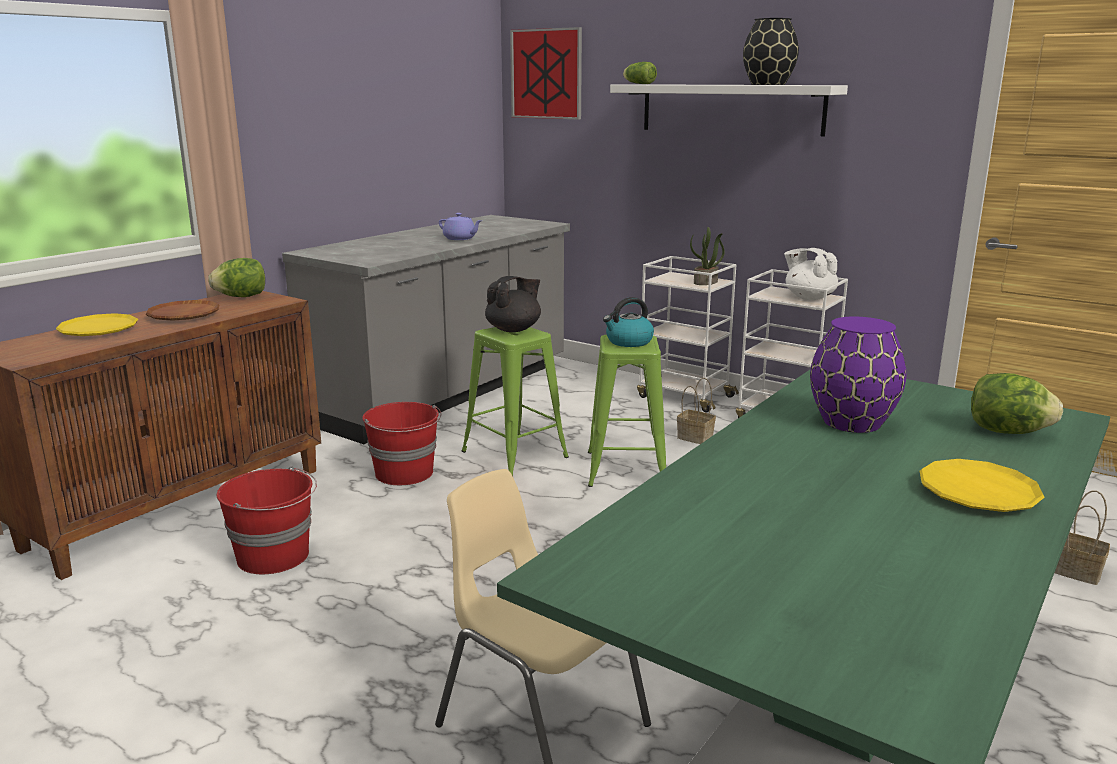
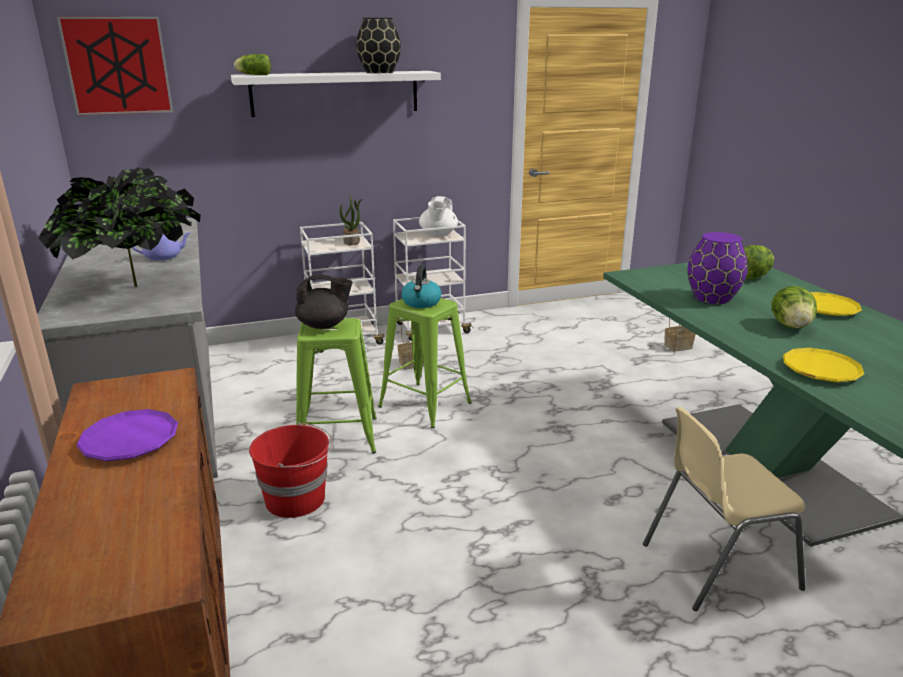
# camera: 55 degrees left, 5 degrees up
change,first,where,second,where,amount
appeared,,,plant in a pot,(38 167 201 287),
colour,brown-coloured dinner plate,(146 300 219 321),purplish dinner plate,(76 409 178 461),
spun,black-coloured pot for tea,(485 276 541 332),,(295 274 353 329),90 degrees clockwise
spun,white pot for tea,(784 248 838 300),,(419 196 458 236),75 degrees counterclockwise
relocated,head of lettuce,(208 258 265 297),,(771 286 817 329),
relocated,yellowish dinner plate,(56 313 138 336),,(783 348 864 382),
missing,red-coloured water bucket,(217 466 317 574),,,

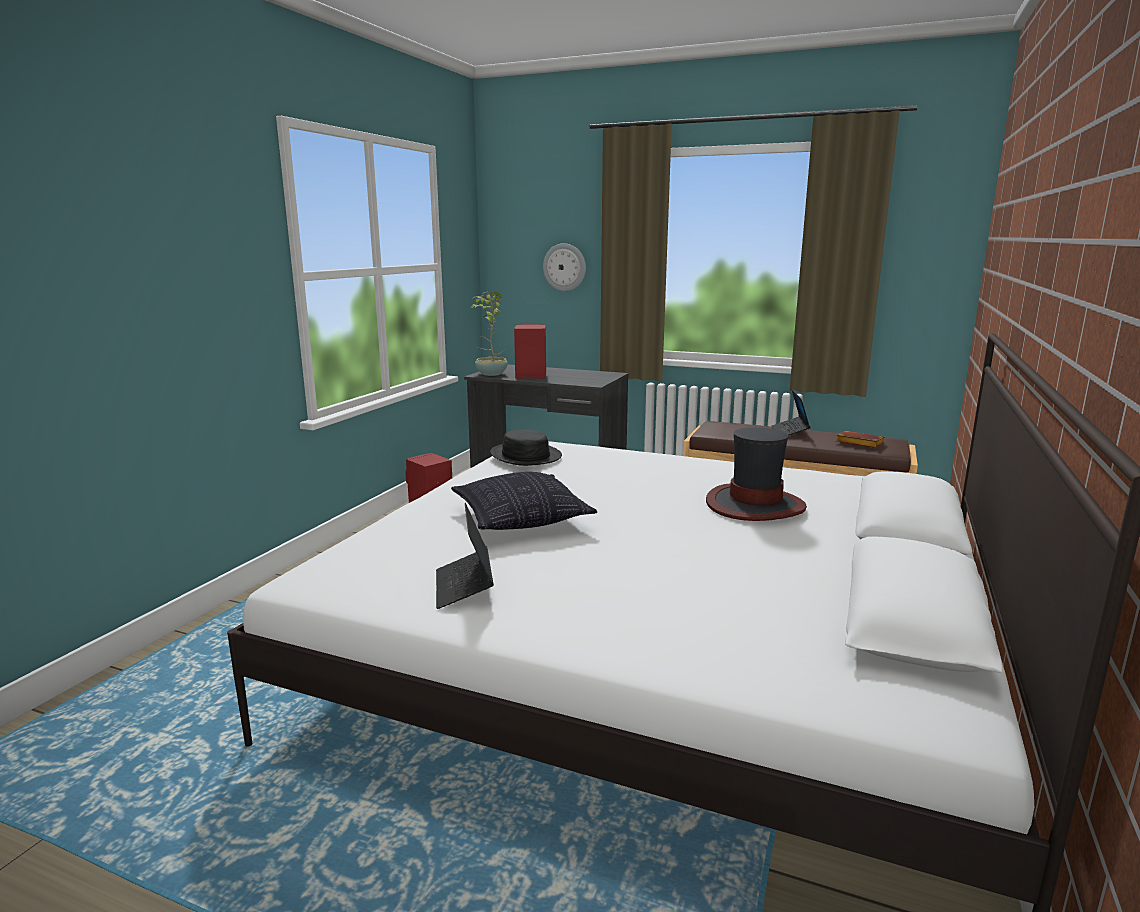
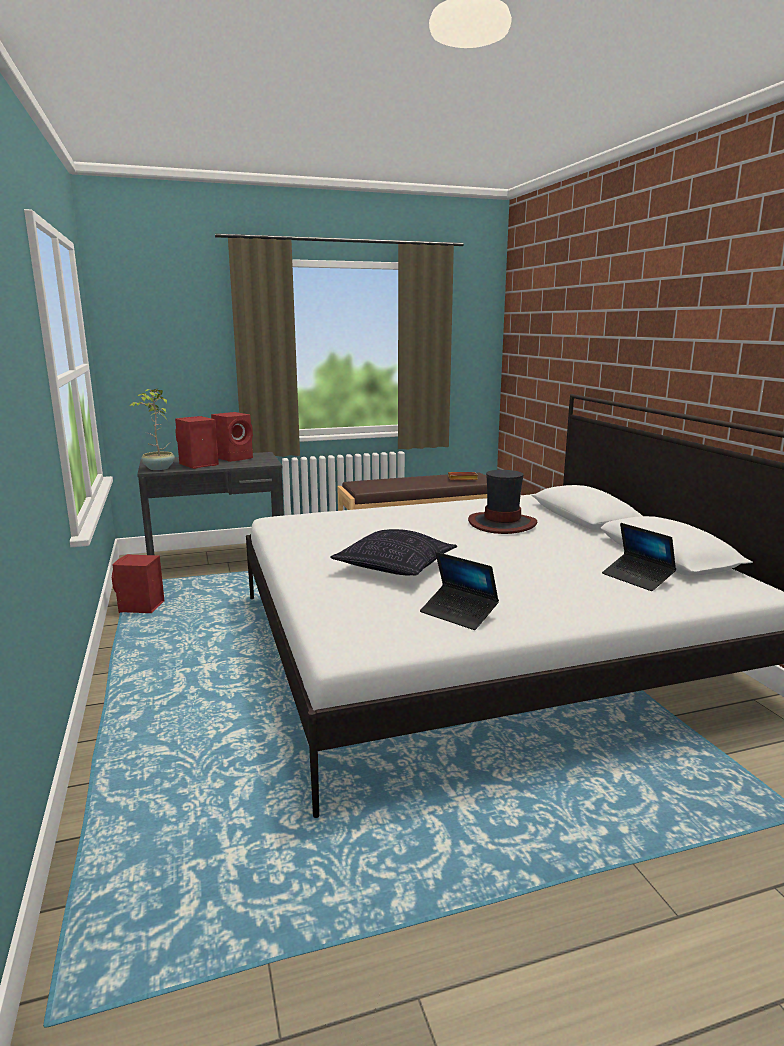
# camera: 40 degrees left, 0 degrees up
change,first,where,second,where,amount
appeared,,,red-coloured audio speaker,(211 412 253 462),
relocated,notebook computer,(772 390 810 436),,(602 523 676 591),
missing,black-coloured hat,(490 429 562 466),,,
missing,wall clock,(543 243 586 291),,,

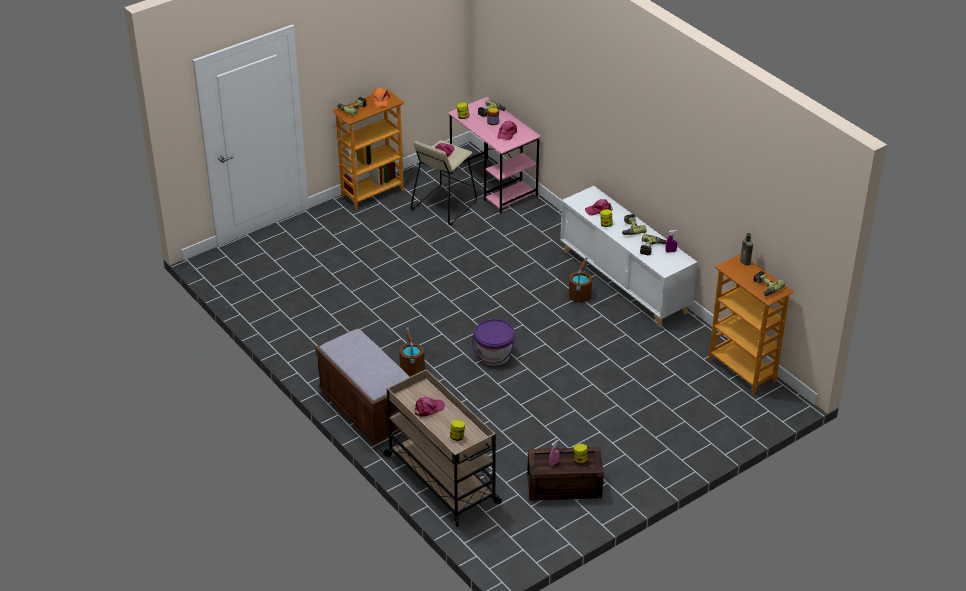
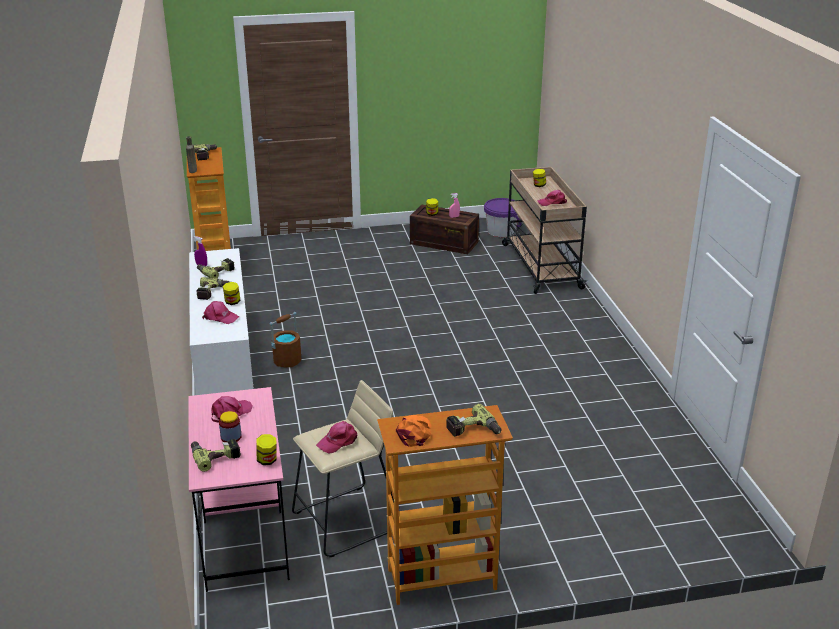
# camera: 155 degrees left, 10 degrees down
change,first,where,second,where,amount
relocated,purplish water bucket,(472 319 515 365),,(484 198 522 237),
missing,brown-coloured indoor bench,(315 328 409 444),,,
missing,brown-coloured water bucket,(400 327 425 376),,,

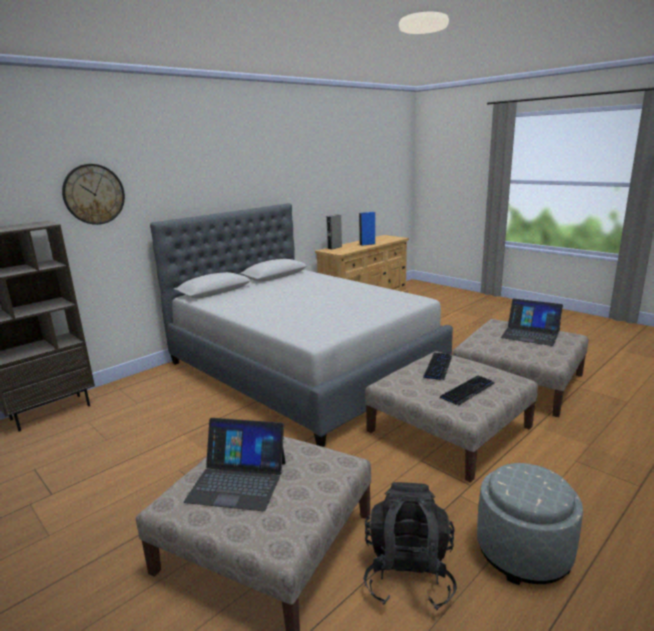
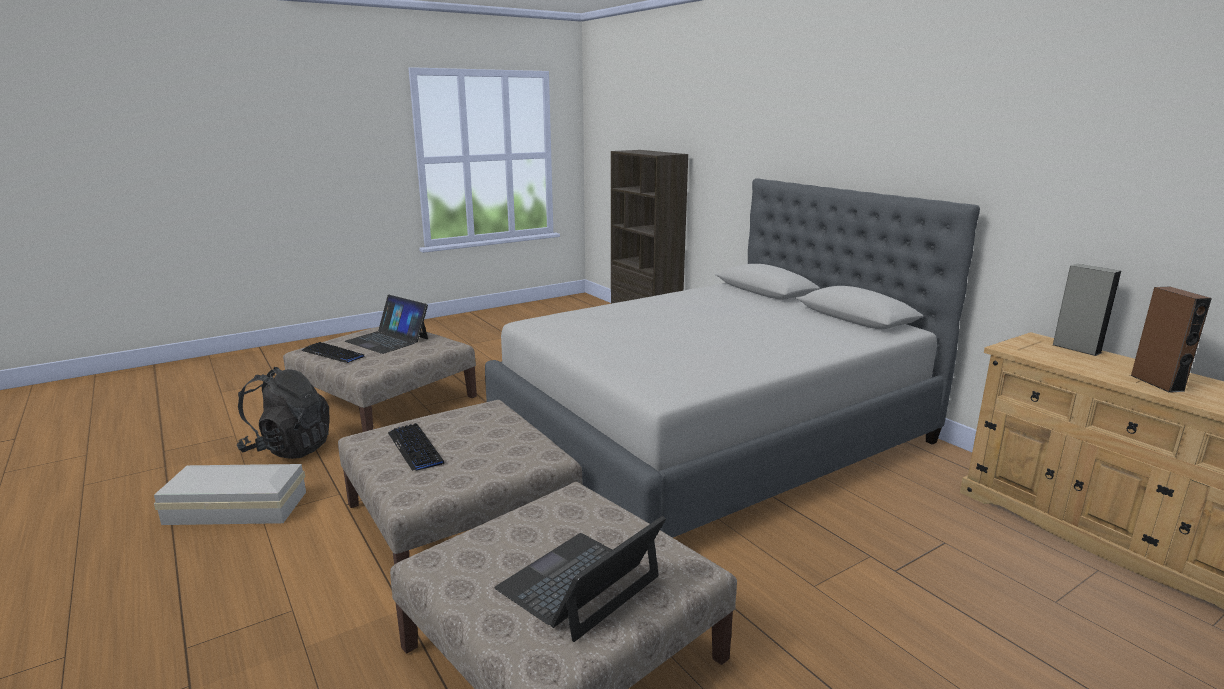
# camera: 100 degrees right, 0 degrees up
change,first,where,second,where,amount
exchanged,gray footrest,(477 463 583 585),white storage box,(154 464 306 525),
relocated,keyboard,(423 353 452 380),,(301 342 365 363),
spun,notebook computer,(184 418 286 511),,(345 295 428 354),75 degrees counterclockwise
colour,bluish audio speaker,(359 212 375 246),brown-coloured audio speaker,(1130 286 1212 393),
missing,wall clock,(62 164 125 225),,,

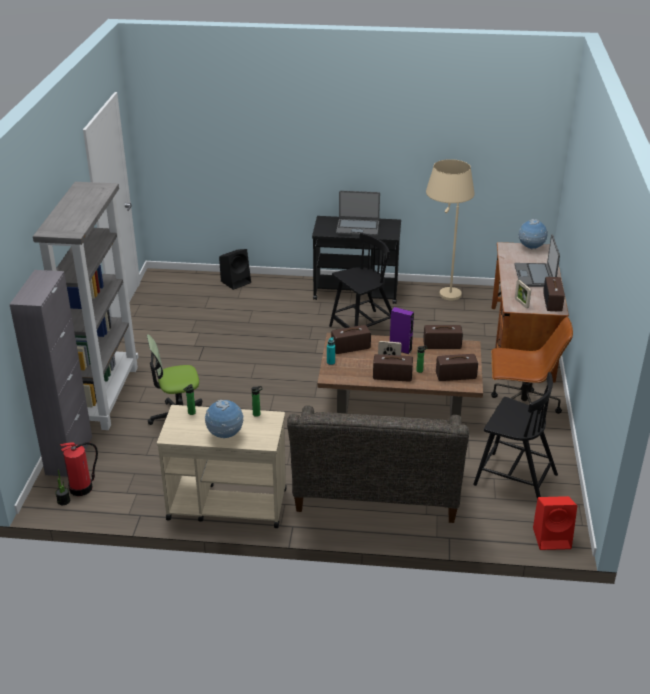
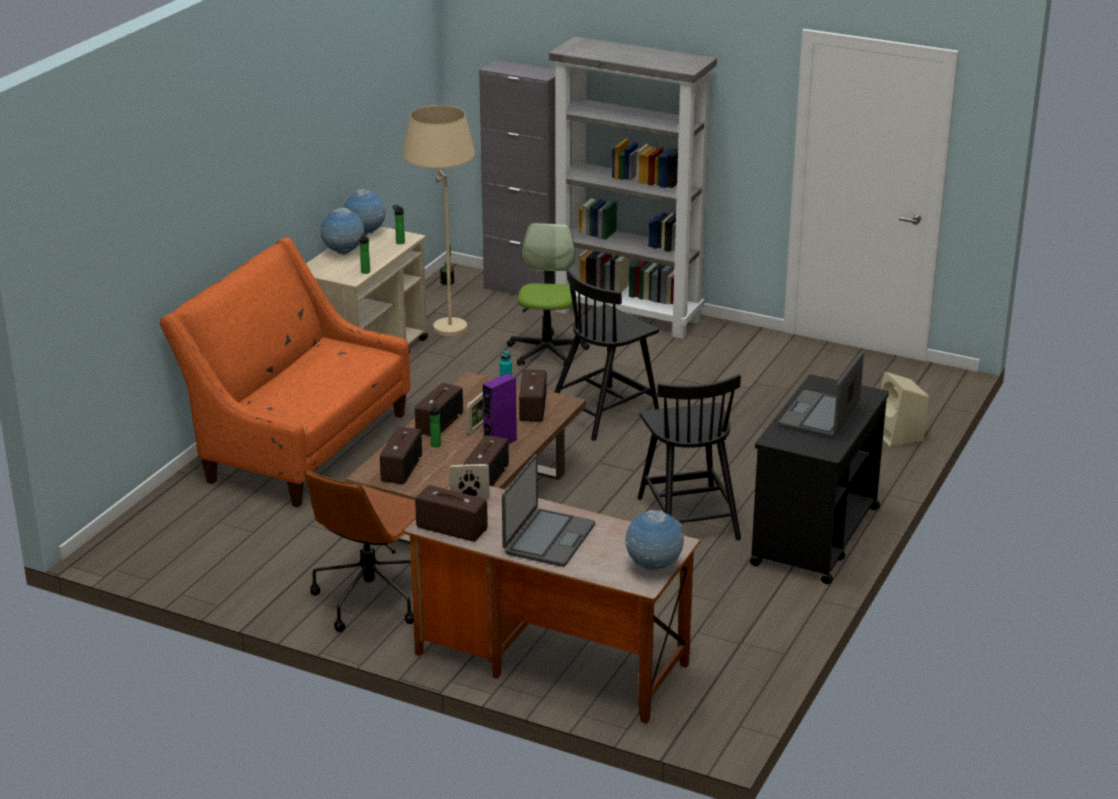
# camera: 110 degrees right, 5 degrees down
change,first,where,second,where,amount
colour,gray settee,(287 405 469 523),orangey settee,(160 237 410 508),
appeared,,,desk globe,(343 189 386 235),
relocated,beige standing lamp,(426 159 475 300),,(403 105 475 336),
spun,notebook computer,(515 234 560 287),,(502 454 595 567),90 degrees clockwise
relocated,black-coloured chair,(473 372 558 499),,(555 268 659 441),
colour,black-coloured audio speaker,(219 249 251 290),beige audio speaker,(881 372 929 447),
missing,extinguisher,(60 442 98 496),,,
missing,red-coloured audio speaker,(533 496 577 550),,,

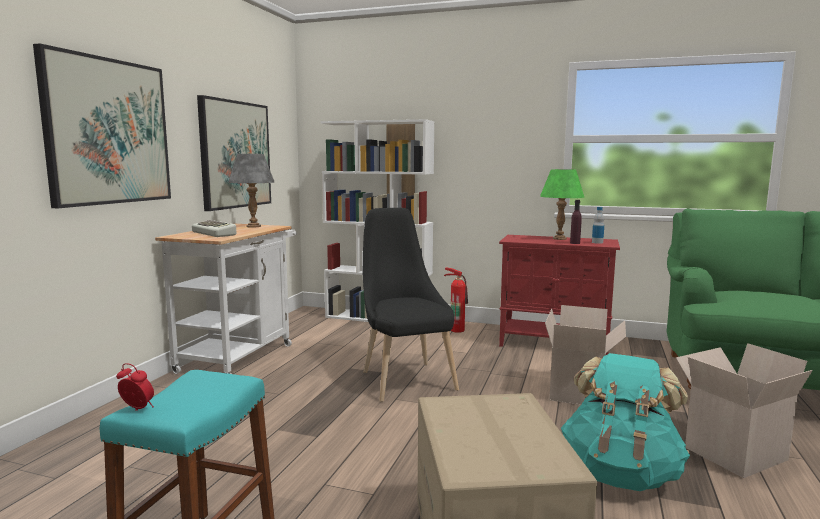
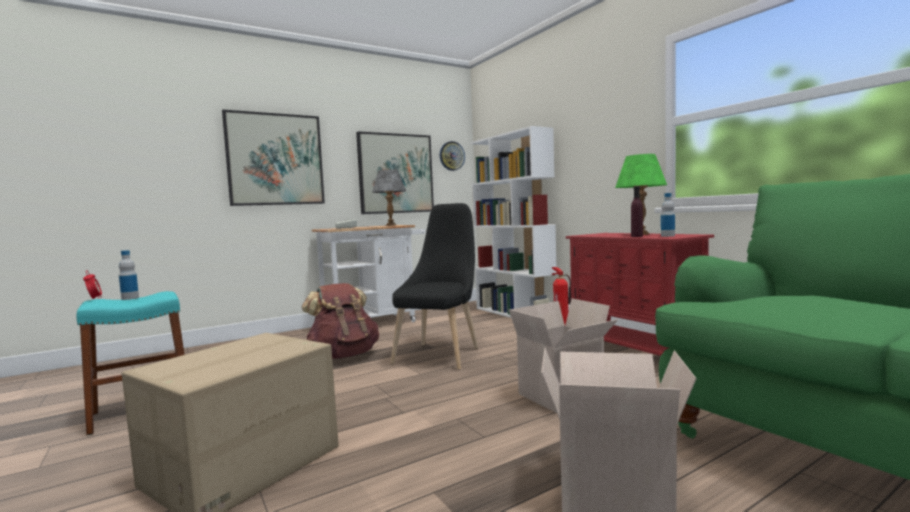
# camera: 40 degrees right, 5 degrees down
change,first,where,second,where,amount
appeared,,,bottle,(119 250 139 300),
appeared,,,brown-coloured knapsack,(302 283 379 359),
appeared,,,wall clock,(440 141 465 171),
missing,turquoise-coloured knapsack,(561 353 690 491),,,

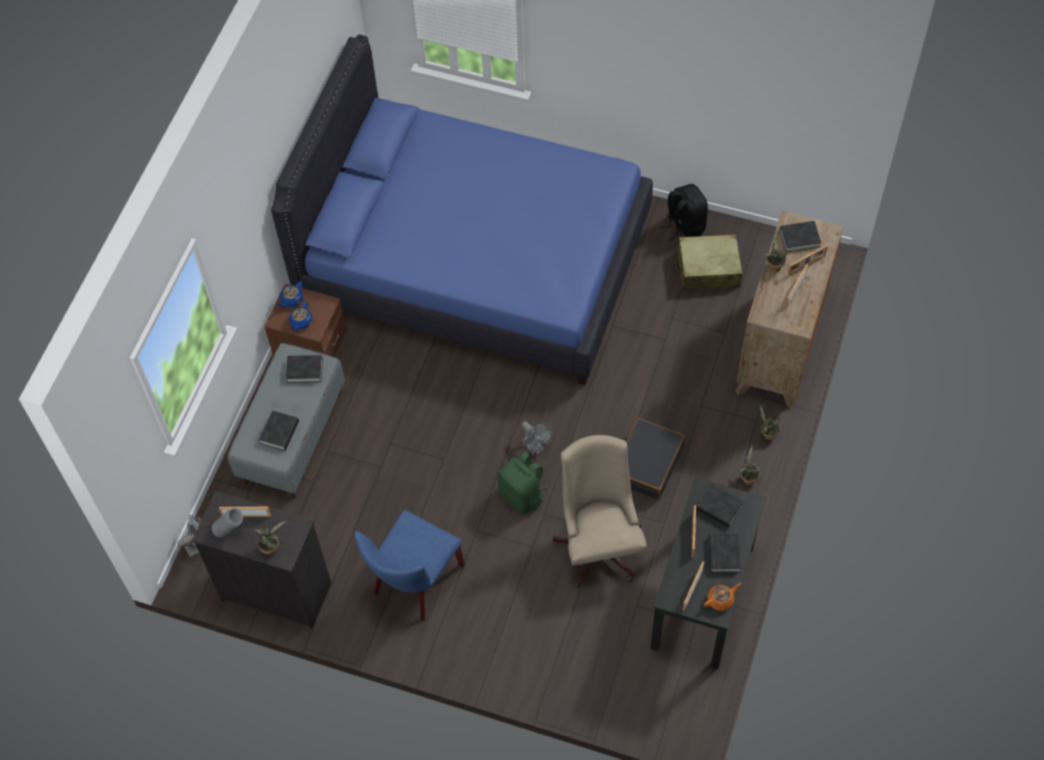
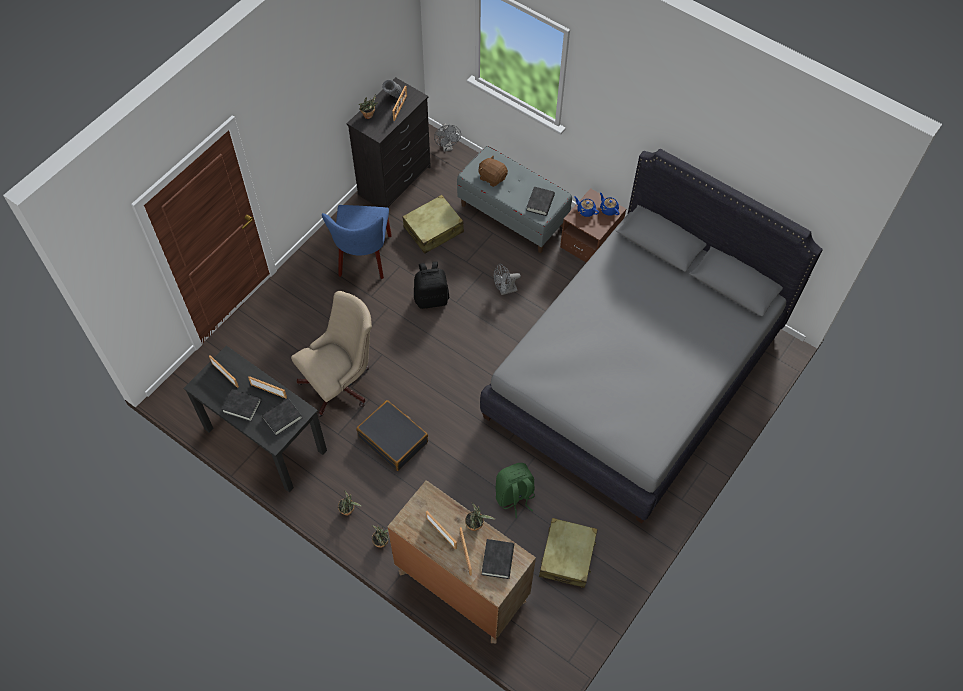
# camera: 105 degrees right, 0 degrees up
change,first,where,second,where,amount
spun,beige computer chair,(553 435 647 588),,(291 291 372 417),45 degrees counterclockwise
spun,bluish chair,(354 510 465 621),,(322 205 391 279),135 degrees counterclockwise
appeared,,,beige piece of luggage,(402 195 464 254),
relocated,black-coloured knapsack,(660 184 708 242),,(414 261 449 309),
exchanged,black-coloured volume,(259 411 299 451),brown-coloured soft toy,(479 155 508 187),
colour,bluish bedroom bed,(271 34 653 385),gray bedroom bed,(480 149 822 524),
relocated,gray fan,(522 421 553 456),,(494 264 521 295),
relocated,green knapsack,(498 452 548 514),,(496 463 535 518),
missing,orangey pot for tea,(704 583 741 611),,,

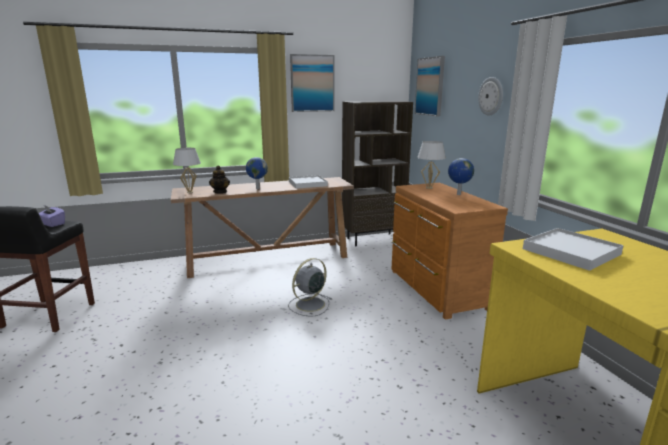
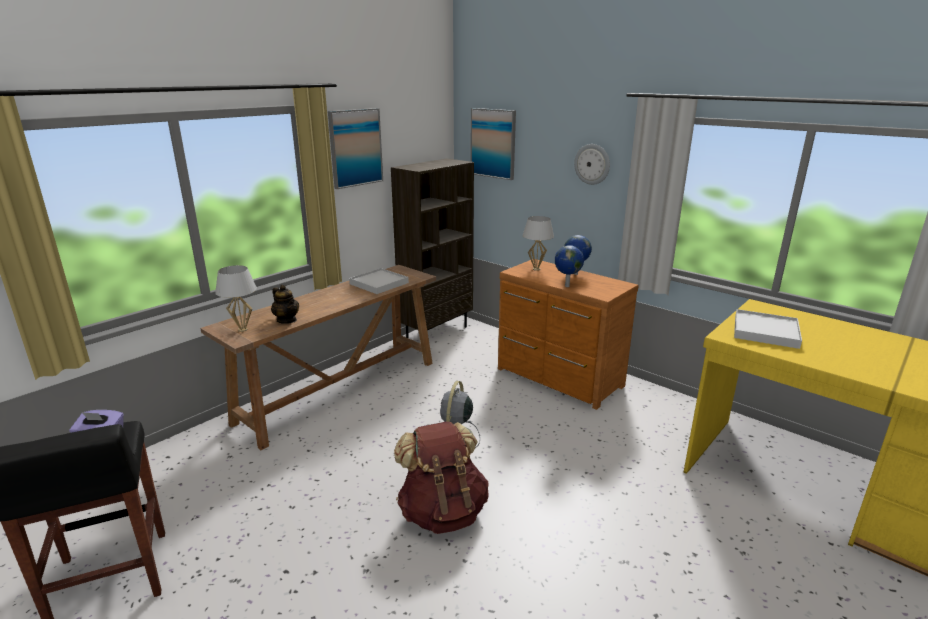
# camera: 30 degrees left, 5 degrees up
change,first,where,second,where,amount
appeared,,,brown-coloured knapsack,(394 422 489 534),
relocated,desk globe,(246 157 268 189),,(555 245 584 287),

